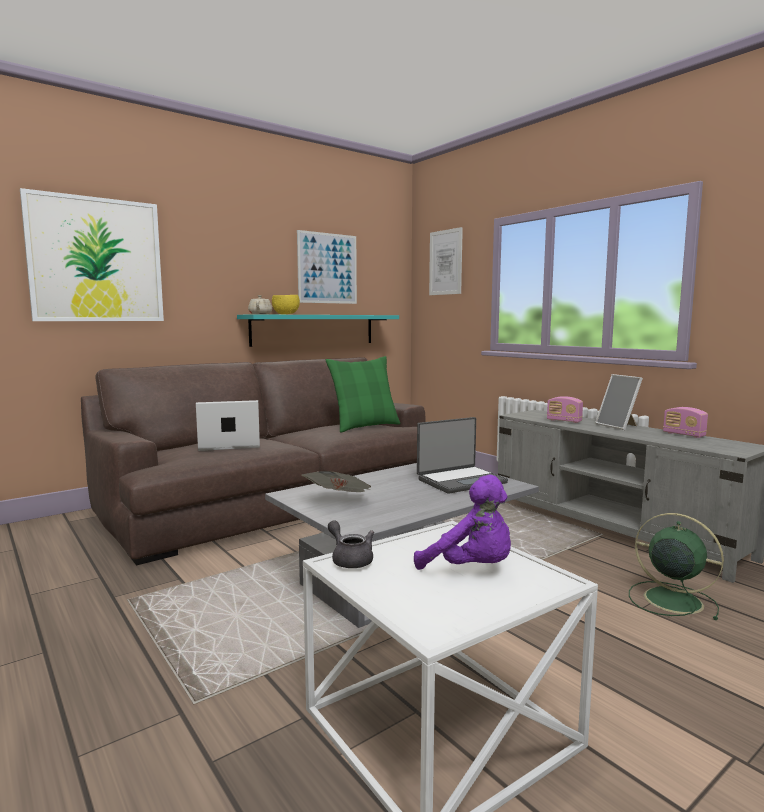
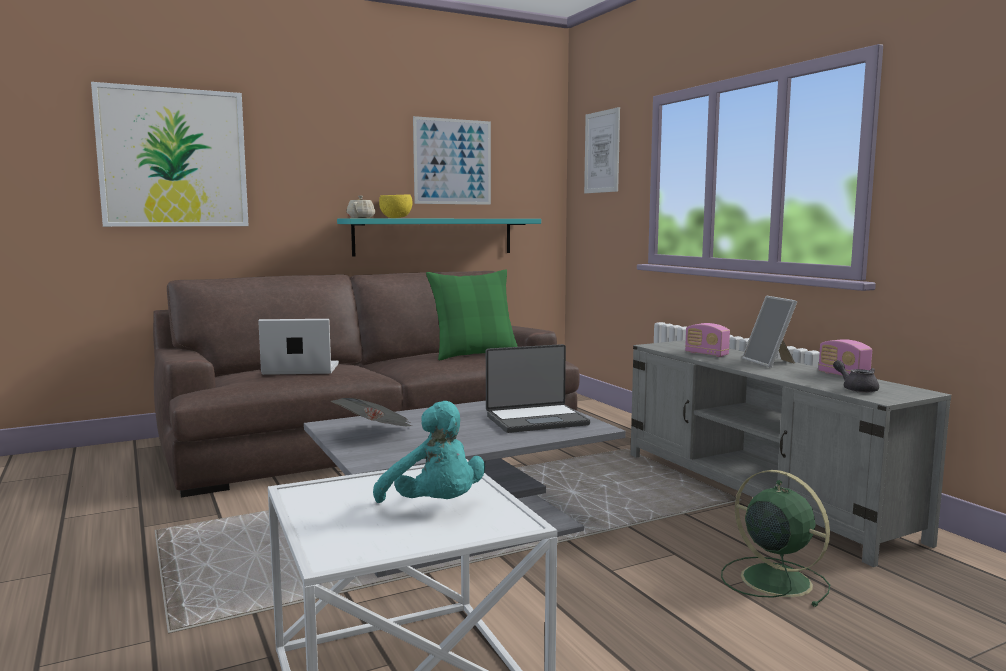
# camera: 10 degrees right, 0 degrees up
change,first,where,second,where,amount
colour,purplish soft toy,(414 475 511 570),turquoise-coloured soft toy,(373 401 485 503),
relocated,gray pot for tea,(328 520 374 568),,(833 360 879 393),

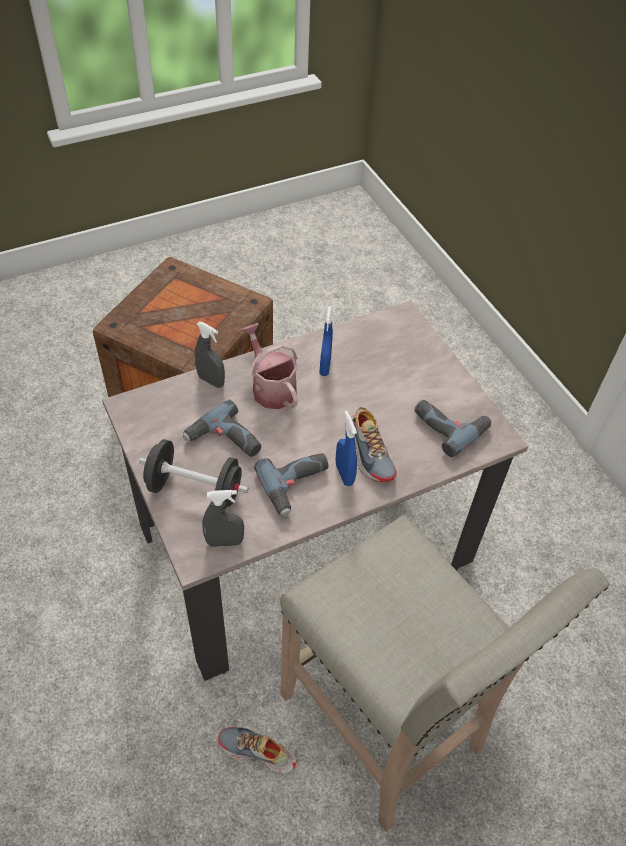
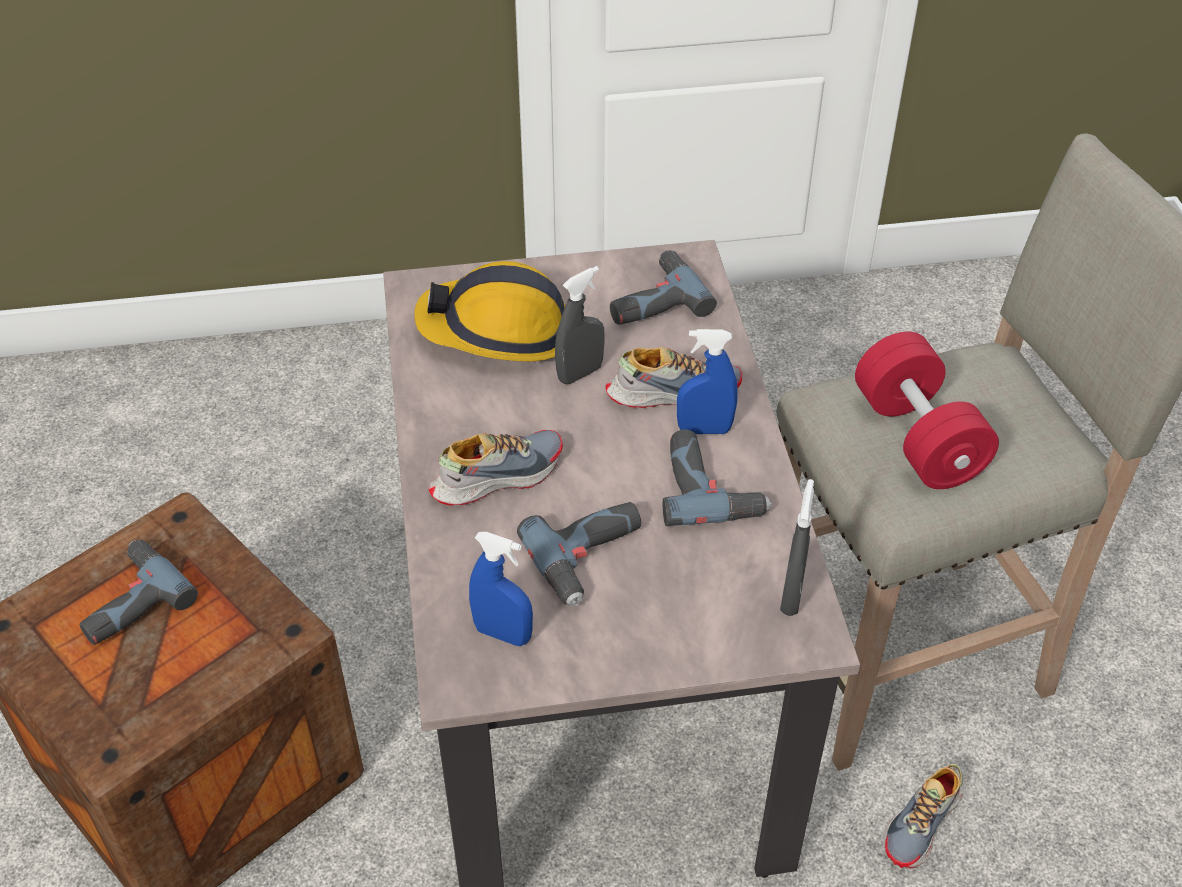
# camera: 70 degrees left, 5 degrees down
change,first,where,second,where,amount
appeared,,,drill,(79 540 198 645),
appeared,,,work helmet,(414 261 565 361),
exchanged,watering pot,(241 323 298 409),low shoe,(429 430 563 506),
relocated,bluish spray bottle,(319 306 333 376),,(469 532 533 646),
relocated,gray spray bottle,(195 322 225 388),,(555 266 605 384),
appeared,,,red-coloured free weight,(855 332 999 489),
missing,black-coloured free weight,(139 439 248 510),,,

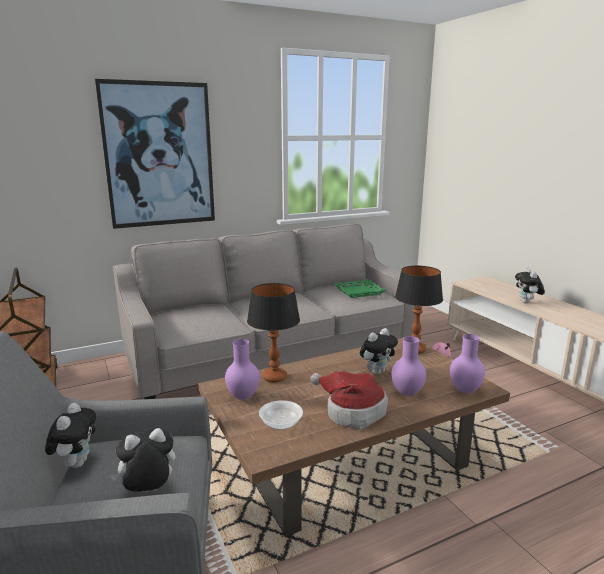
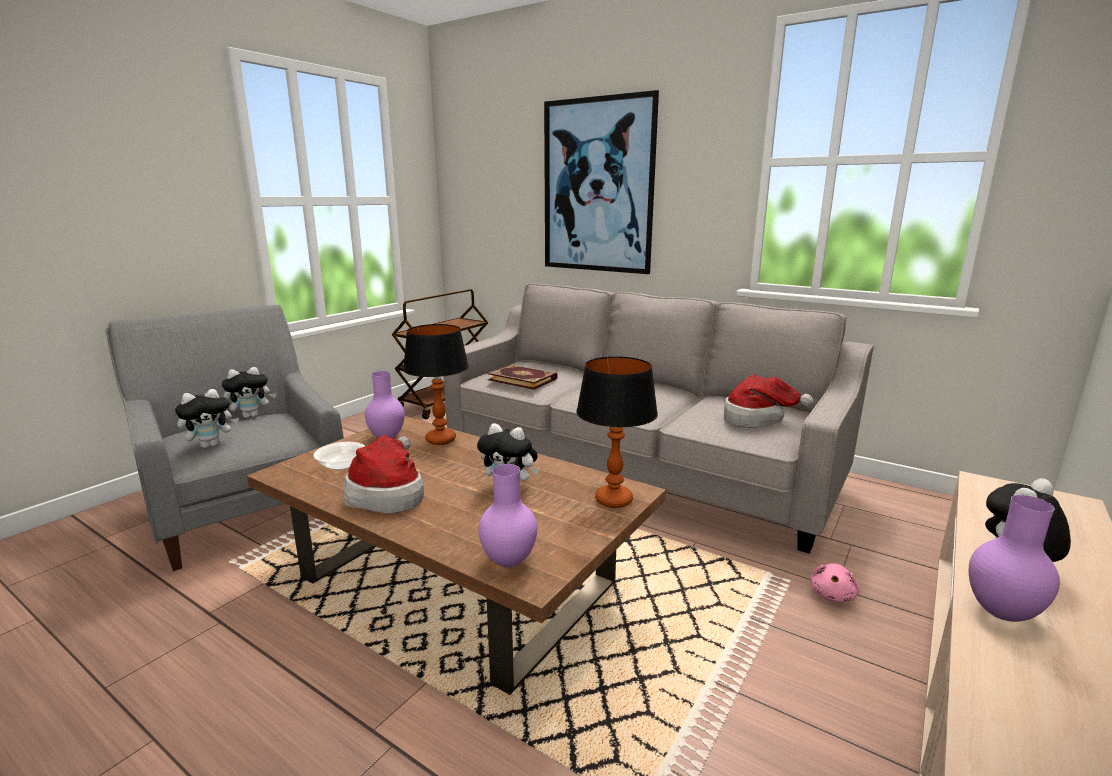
# camera: 60 degrees right, 0 degrees up
change,first,where,second,where,amount
spun,soft toy,(111 428 176 492),,(175 389 239 448),105 degrees clockwise
appeared,,,volume,(487 365 558 390),
exchanged,green tray,(334 279 386 298),hat,(724 374 814 428),
relocated,purplish flower vase,(391 336 426 396),,(969 495 1060 622),

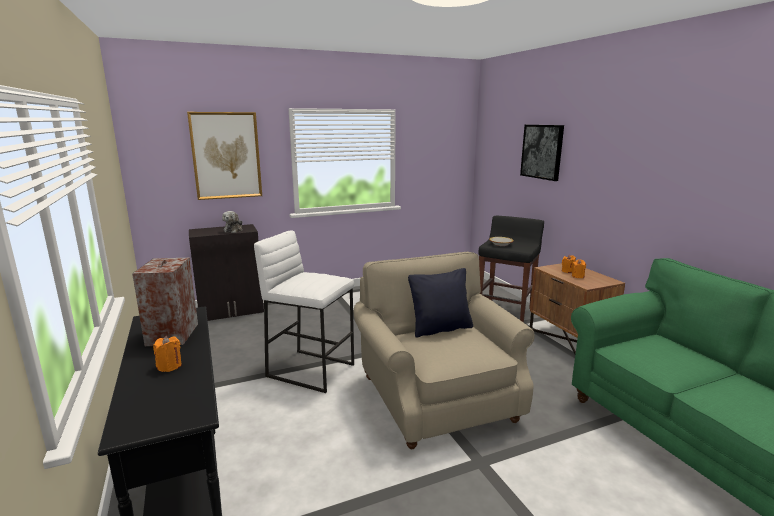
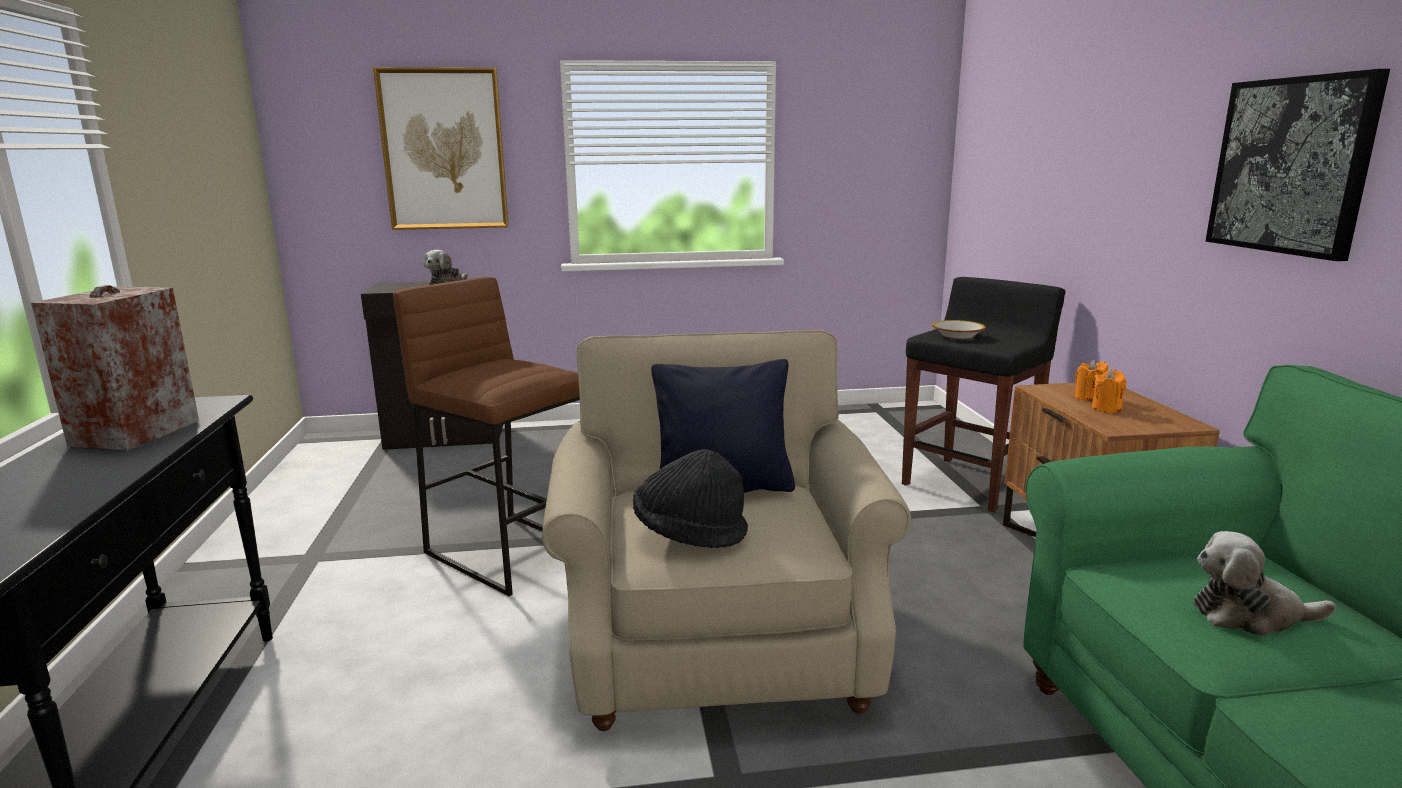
# camera: 15 degrees right, 0 degrees up
change,first,where,second,where,amount
colour,white stool seat,(254 230 354 393),brown-coloured stool seat,(393 277 580 596),
appeared,,,black-coloured hat,(633 449 748 548),
appeared,,,soft toy,(1194 531 1336 636),
relocated,wall picture,(520 125 564 181),,(1205 69 1390 261),
missing,orangey wax candle,(153 336 182 372),,,

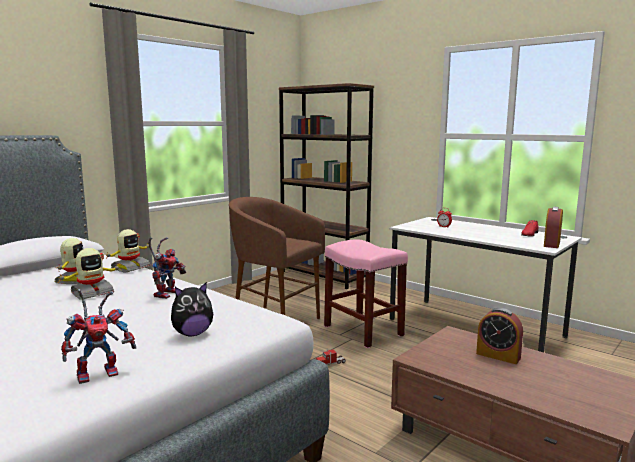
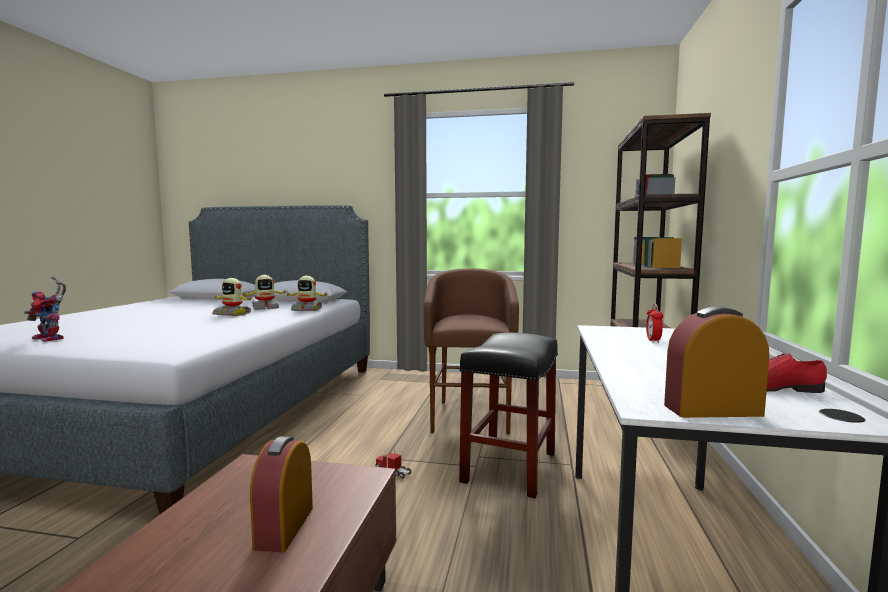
# camera: 60 degrees right, 5 degrees down
change,first,where,second,where,amount
colour,pink-coloured stool seat,(324 240 408 348),black-coloured stool seat,(459 333 558 498),
missing,robot figure,(148 237 186 299),,,
missing,soft toy,(171 282 213 336),,,

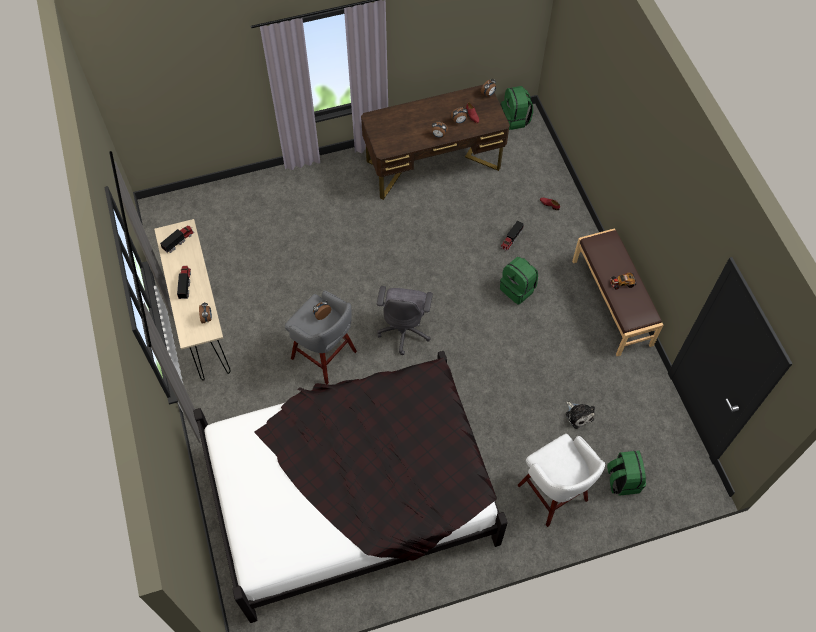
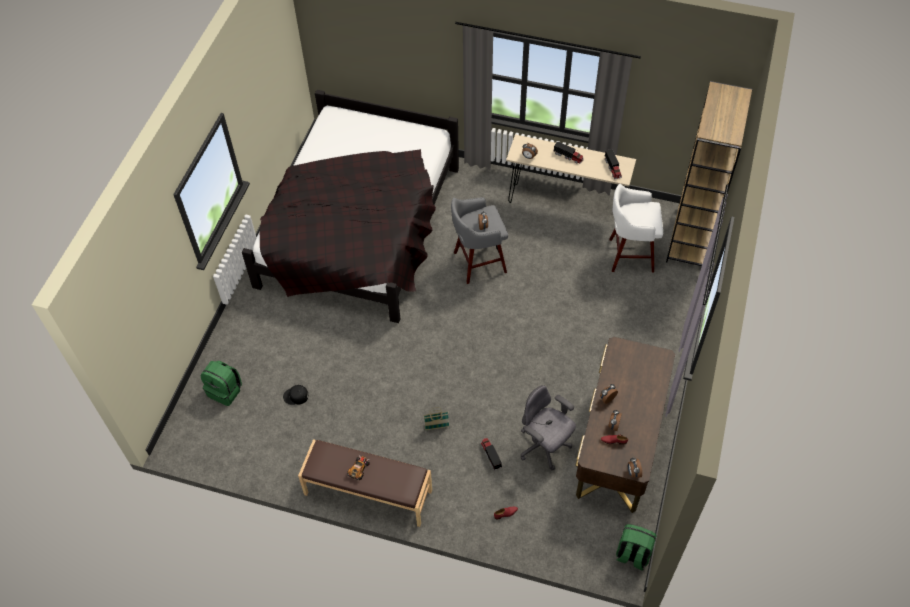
# camera: 125 degrees right, 5 degrees down
change,first,where,second,where,amount
exchanged,soft toy,(566 401 595 429),black-coloured baseball cap,(283 385 308 405),
exchanged,green knapsack,(500 257 538 305),storage basket,(423 407 450 430),
relocated,gray computer chair,(377 286 433 355),,(521 385 576 470),
relocated,white stool seat,(518 434 605 527),,(609 184 663 272),
appeared,,,brown-coloured shelving unit,(666 81 752 266),

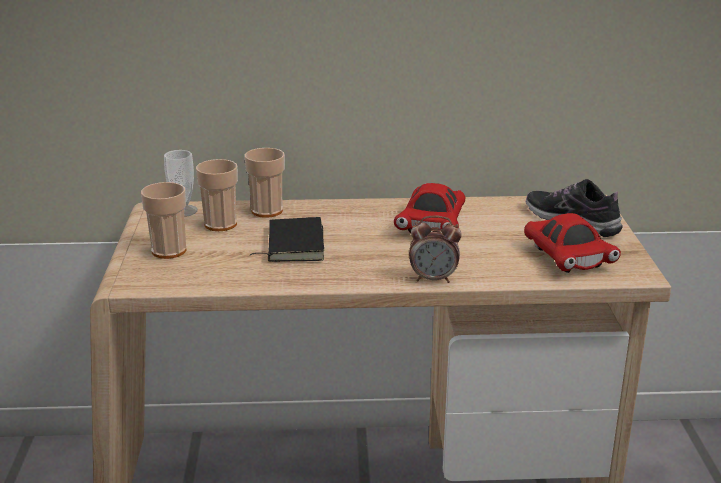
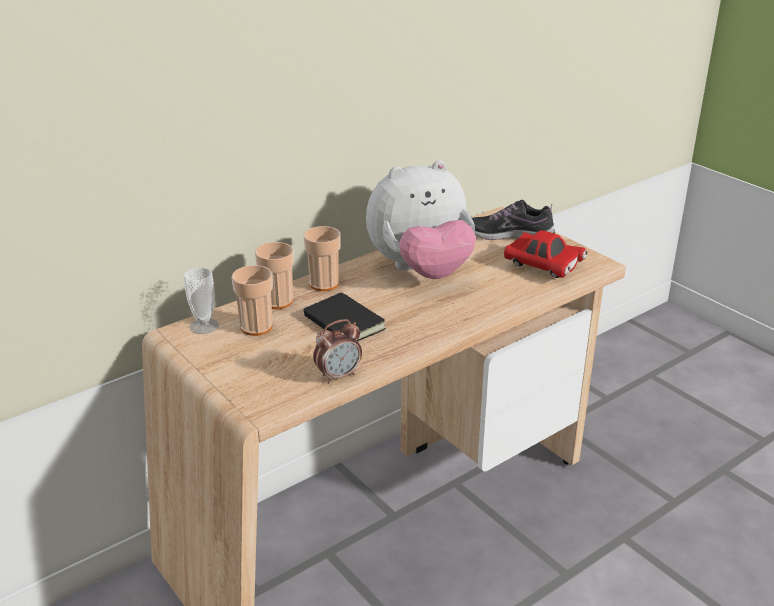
# camera: 35 degrees left, 5 degrees up
change,first,where,second,where,amount
relocated,cup,(141 182 186 259),,(303 226 340 291),
relocated,alarm clock,(409 215 462 283),,(313 319 362 384),
exchanged,red-coloured toy car,(394 183 465 233),soft toy,(366 160 476 279),

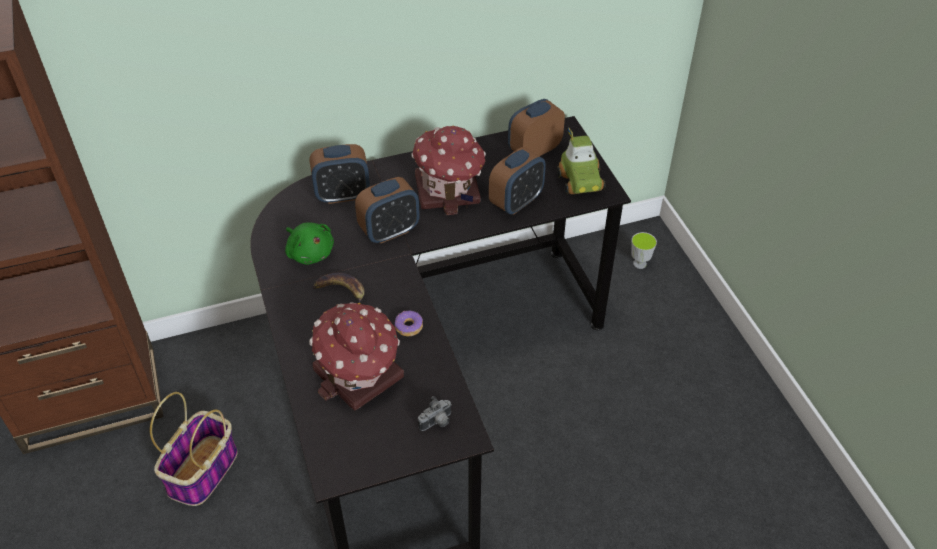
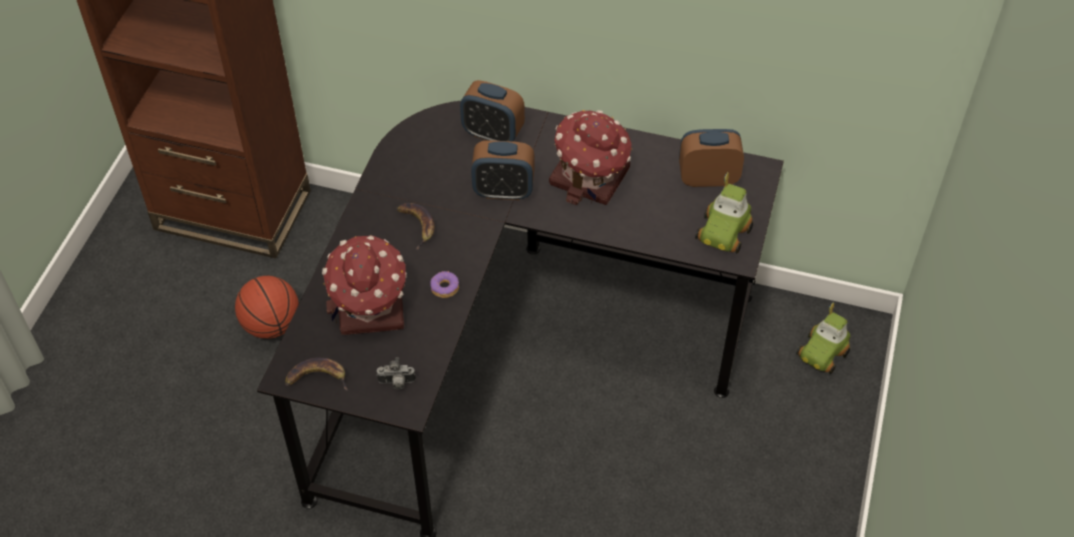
# camera: 35 degrees right, 5 degrees up
change,first,where,second,where,amount
exchanged,storage basket,(150 392 238 506),basketball,(235 276 299 339),
appeared,,,banana fruit,(285 358 347 390),
exchanged,cup,(631 232 657 269),toy car,(796 302 850 374),
missing,green soft toy,(285 222 334 265),,,
missing,alarm clock,(489 147 546 215),,,

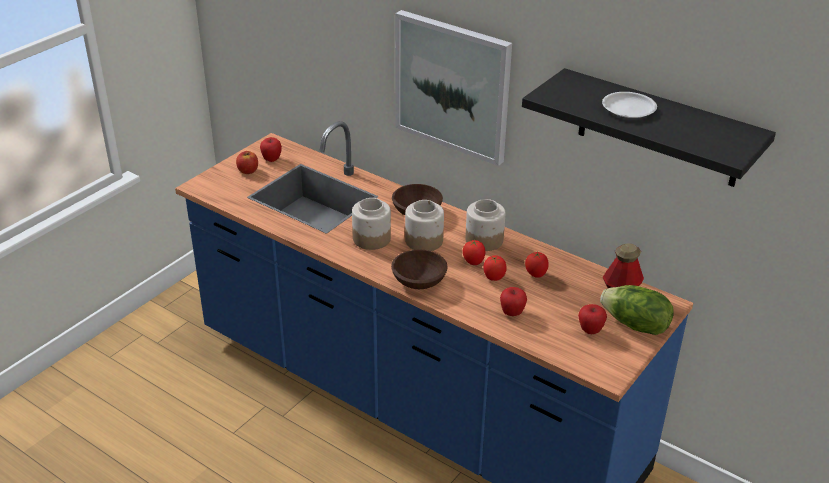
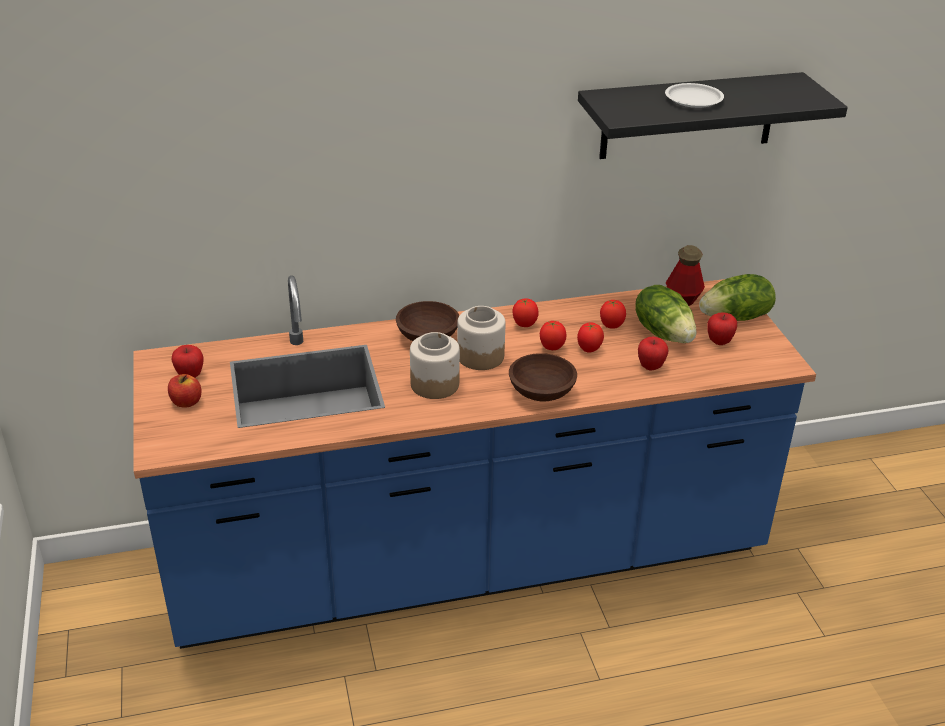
# camera: 50 degrees left, 0 degrees up
change,first,where,second,where,amount
exchanged,preserve jar,(465 199 506 251),tomato,(512 298 539 327),
appeared,,,head of lettuce,(635 285 696 343),
missing,wall picture,(395 10 512 166),,,

